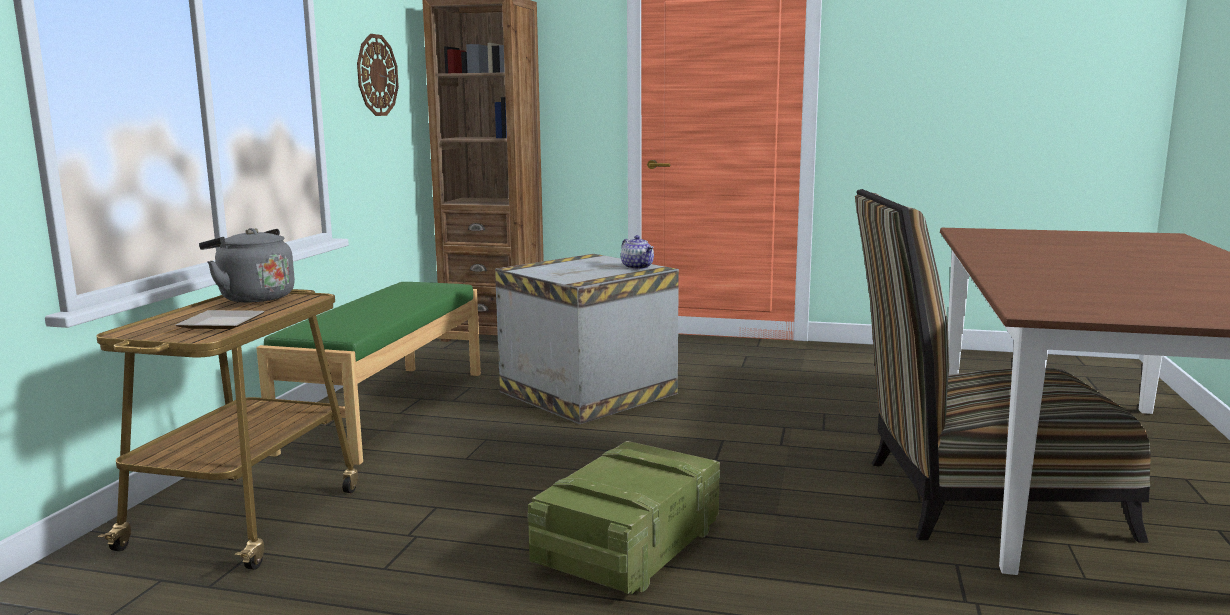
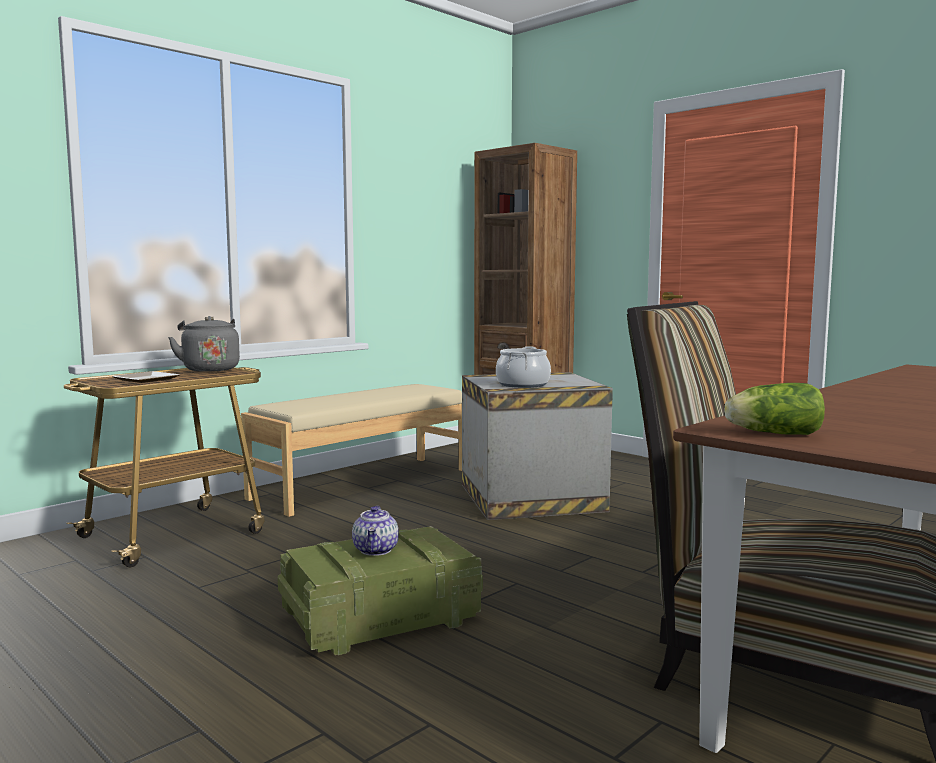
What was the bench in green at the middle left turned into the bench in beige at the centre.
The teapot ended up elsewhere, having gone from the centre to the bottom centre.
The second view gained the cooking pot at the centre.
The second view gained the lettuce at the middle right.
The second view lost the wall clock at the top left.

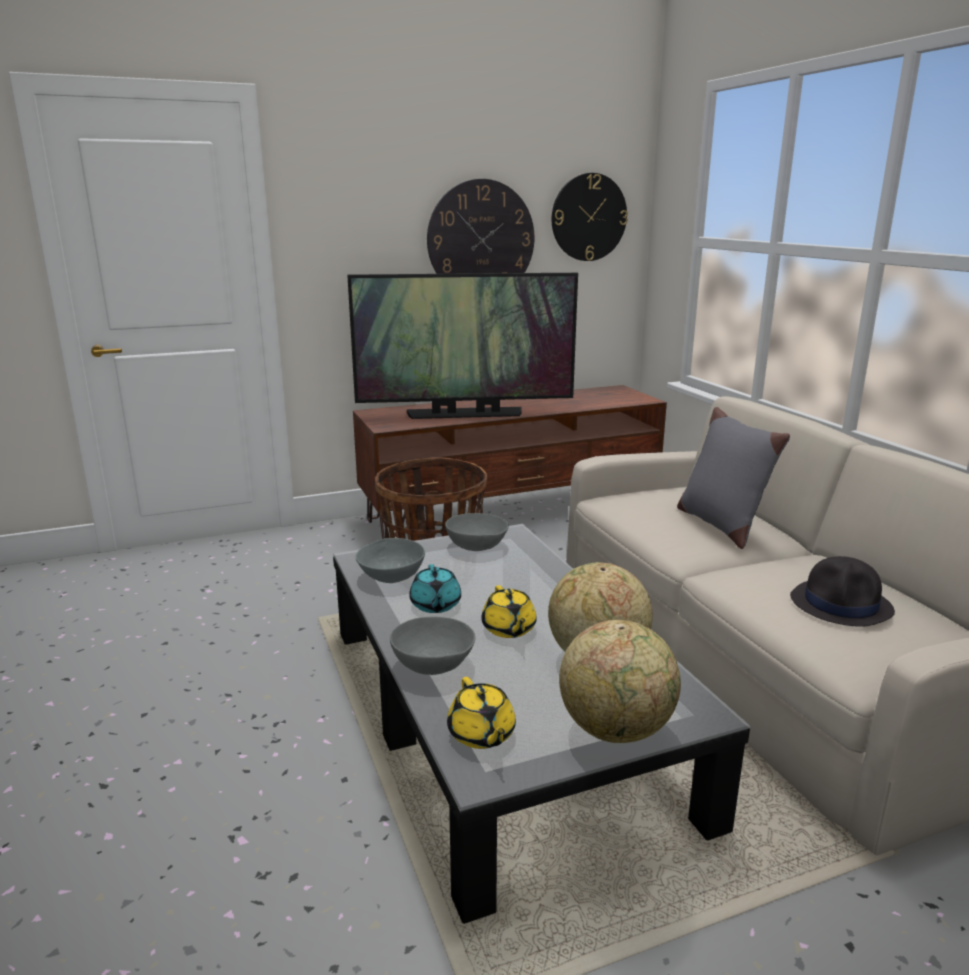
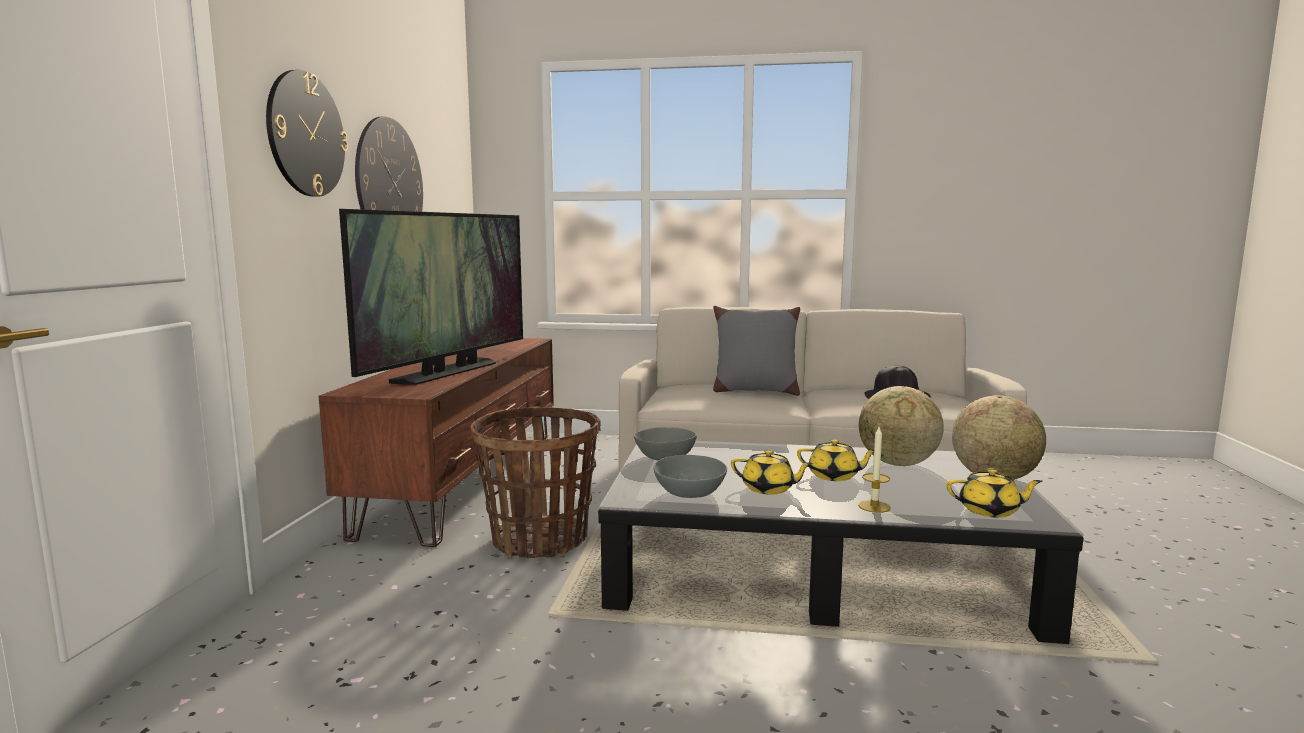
The wall clock (no. 2 from left in the first image) ended up elsewhere, having gone from the top centre to the top left.
What was the teapot in turquoise at the centre turned into the teapot in yellow (no. 1 from left) at the centre.
Where the bowl in grey (no. 2 from left) stood at the centre, the candle came to stand at the middle right.

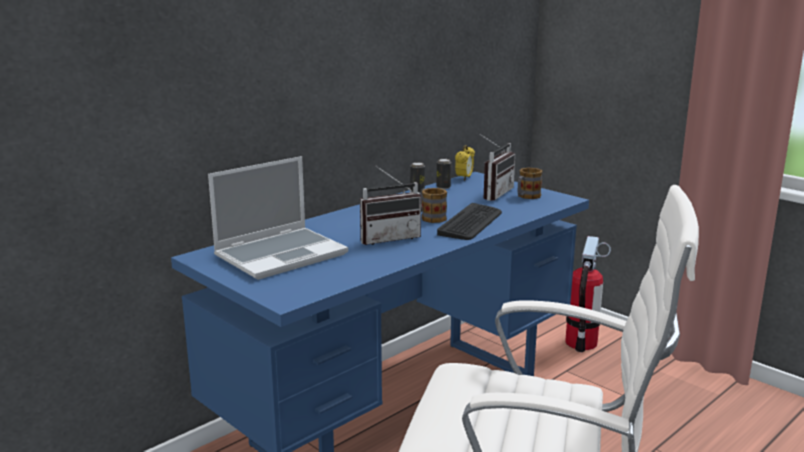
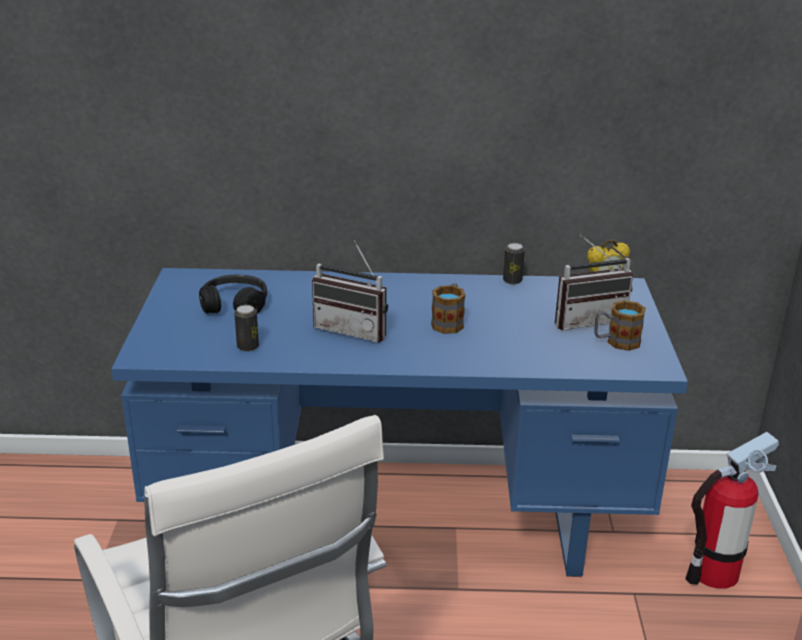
Where the laptop stood at the centre, the headphones in black came to stand at the middle left.
The can (no. 2 from left in the first image) ended up elsewhere, having gone from the centre to the middle left.
The second view lost the keyboard at the centre.

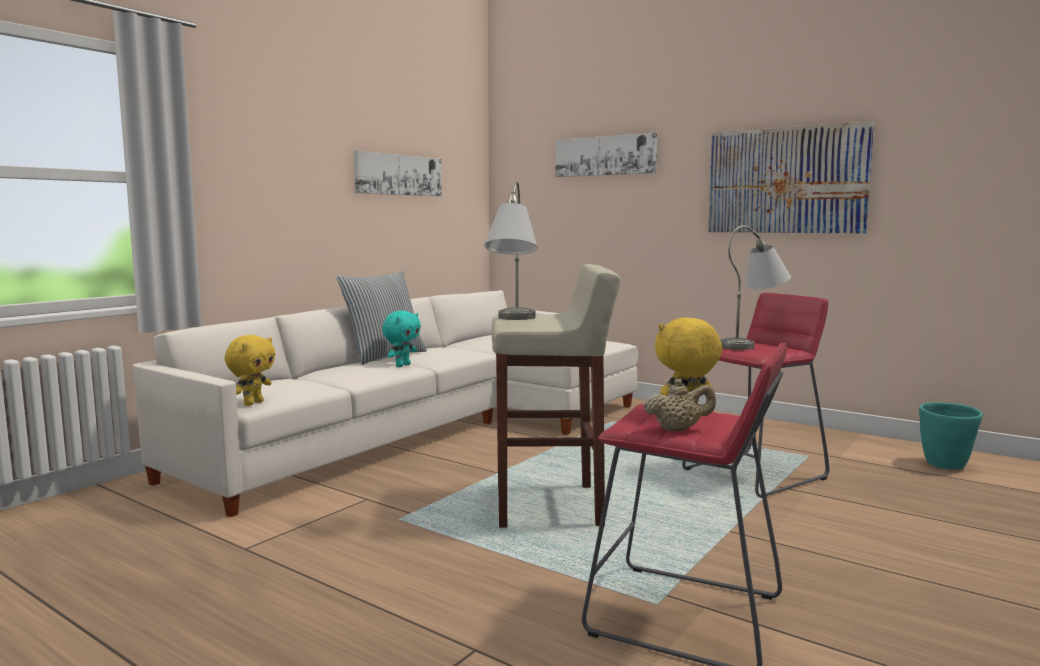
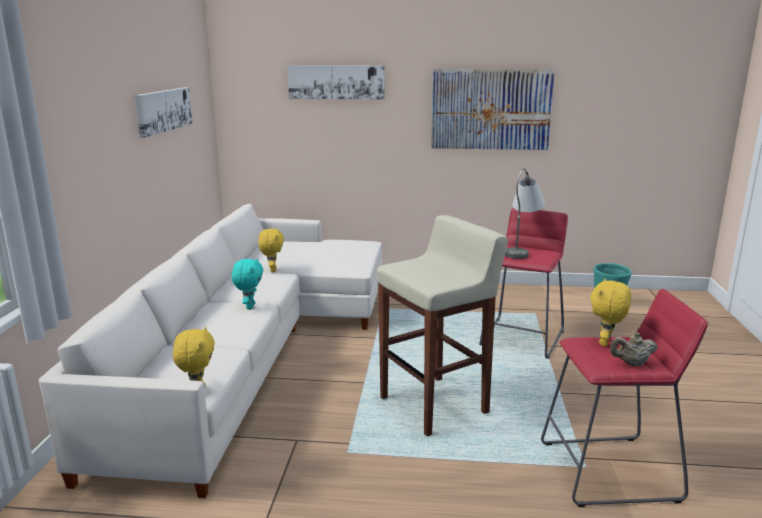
The second view gained the plush toy in yellow (no. 2 from left) at the centre.
The teapot in beige at the centre ended up facing another way, 150 degrees counterclockwise from before.
The second view lost the pillow at the centre.
The second view lost the table lamp in grey (no. 1 from left) at the centre.

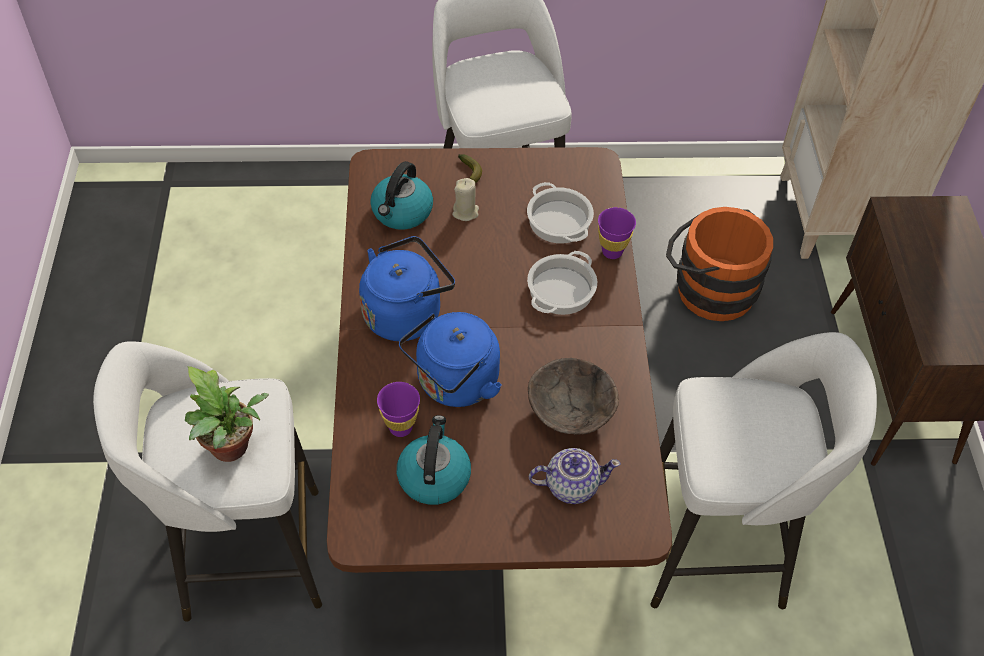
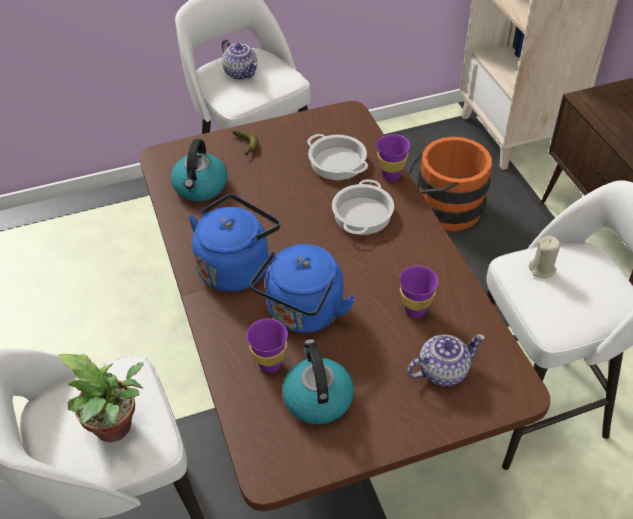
The second view gained the teapot (no. 1 from left) at the top centre.
Where the bowl in brown stood at the centre, the cup in purple (no. 3 from left) came to stand at the centre.
The candle in beige ended up elsewhere, having gone from the top centre to the middle right.

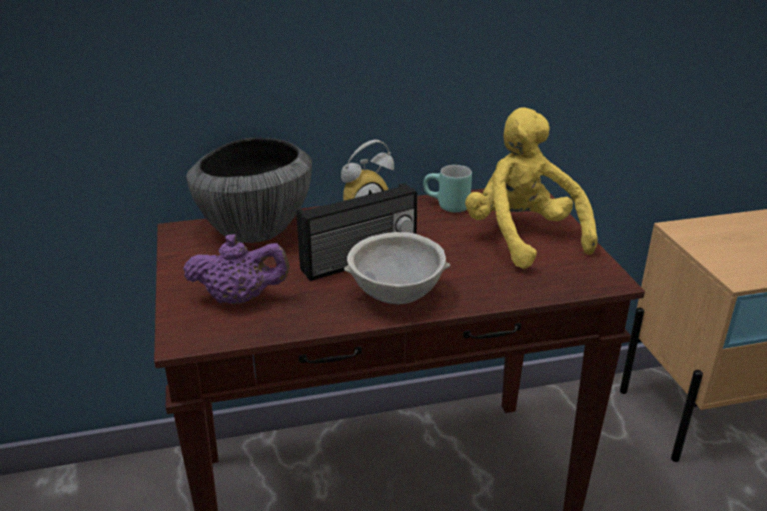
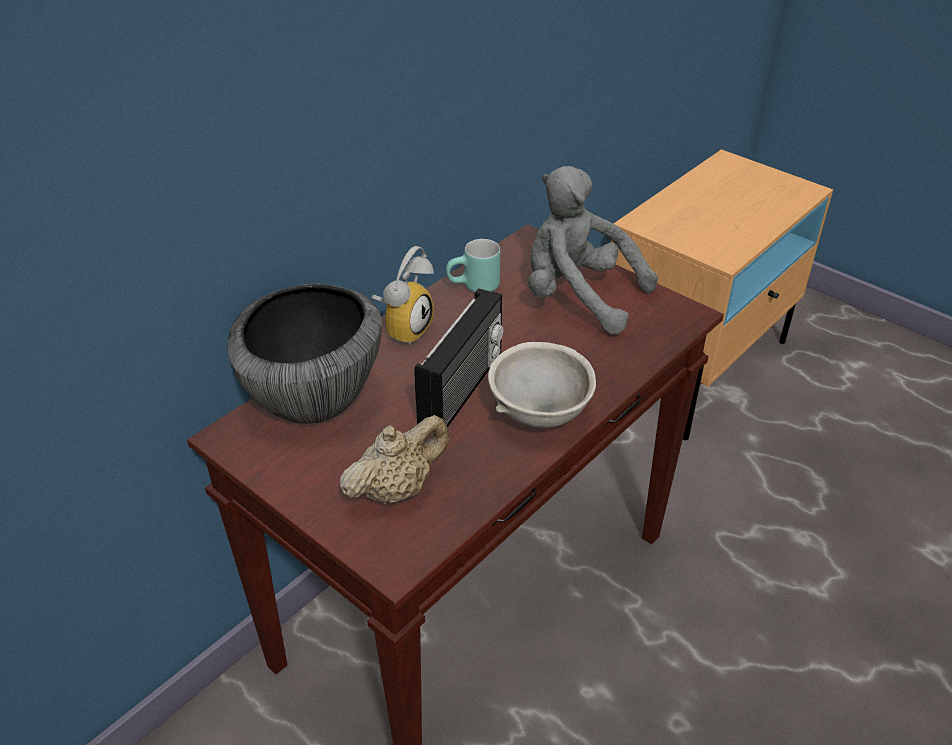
What was the teapot in purple at the middle left turned into the teapot in beige at the centre.
What was the plush toy in yellow at the middle right turned into the plush toy in grey at the centre.

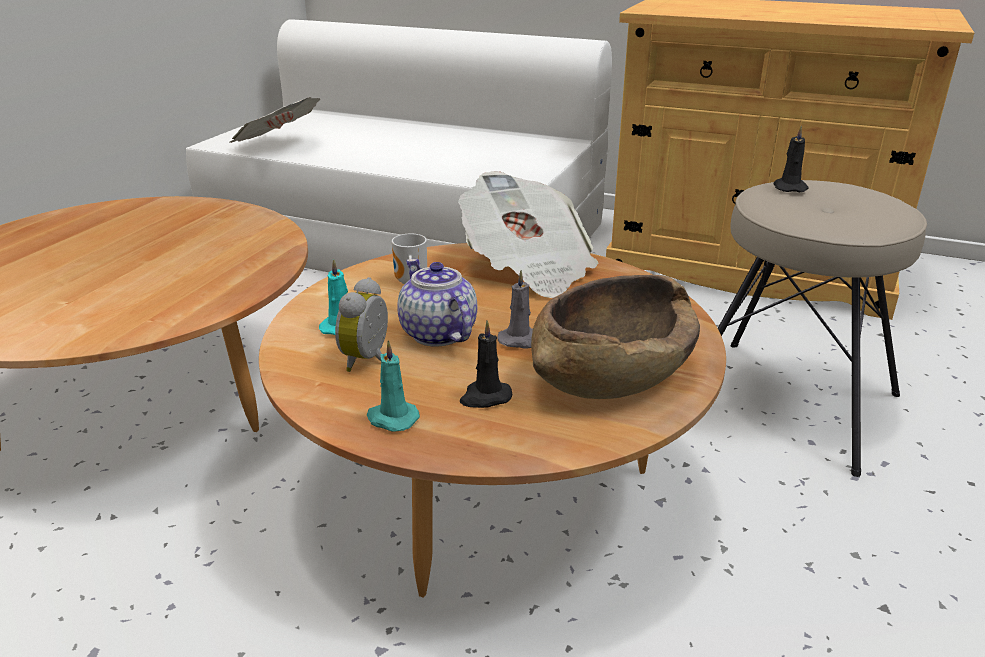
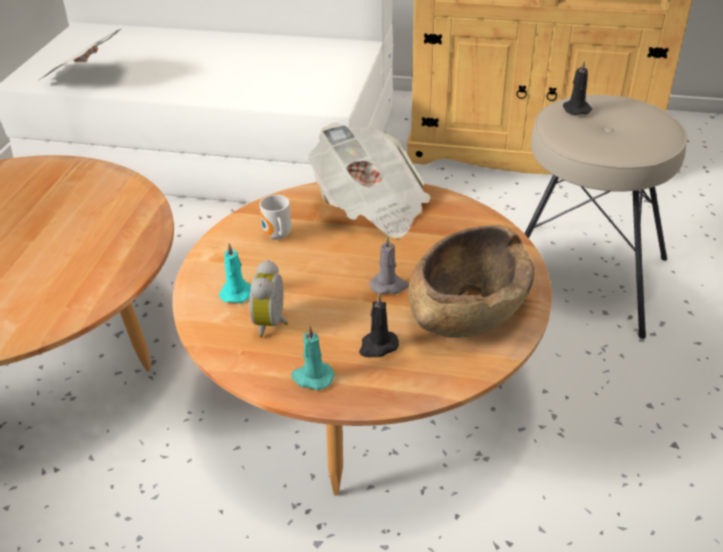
The second view lost the teapot at the centre.

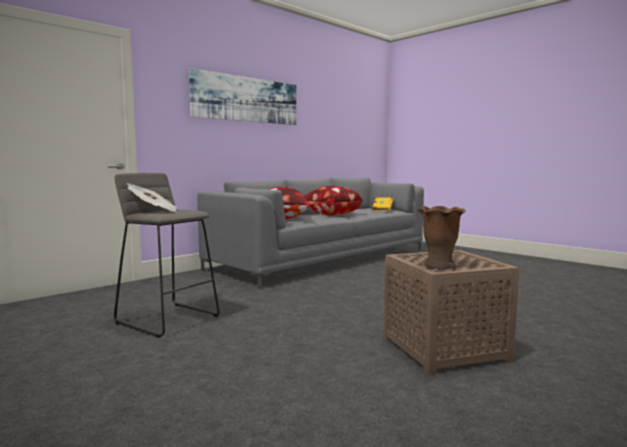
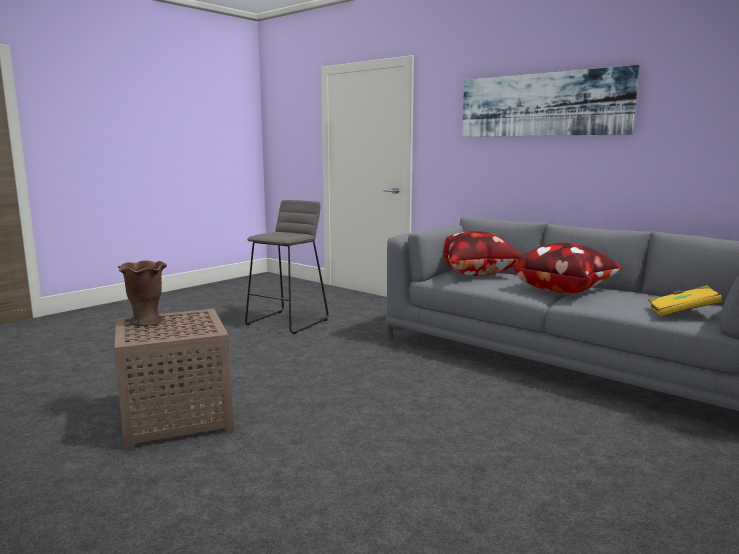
The second view lost the newspaper at the middle left.

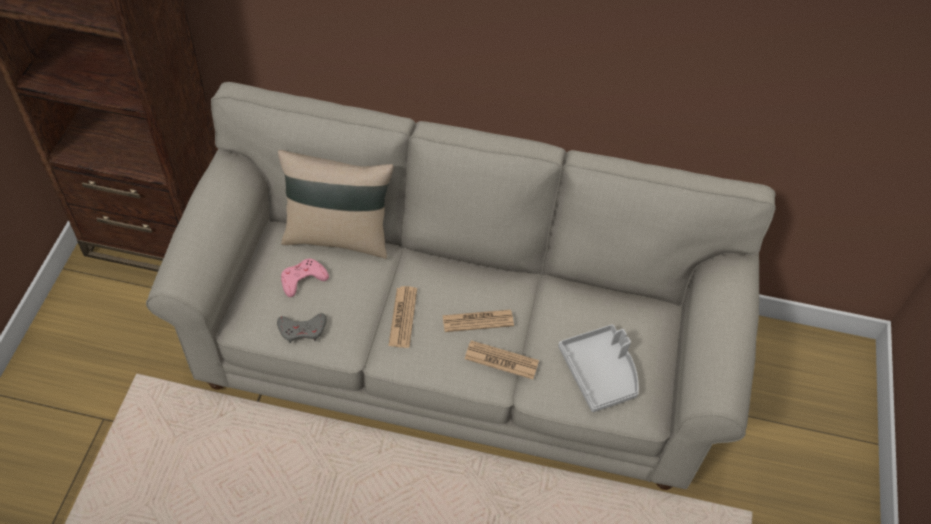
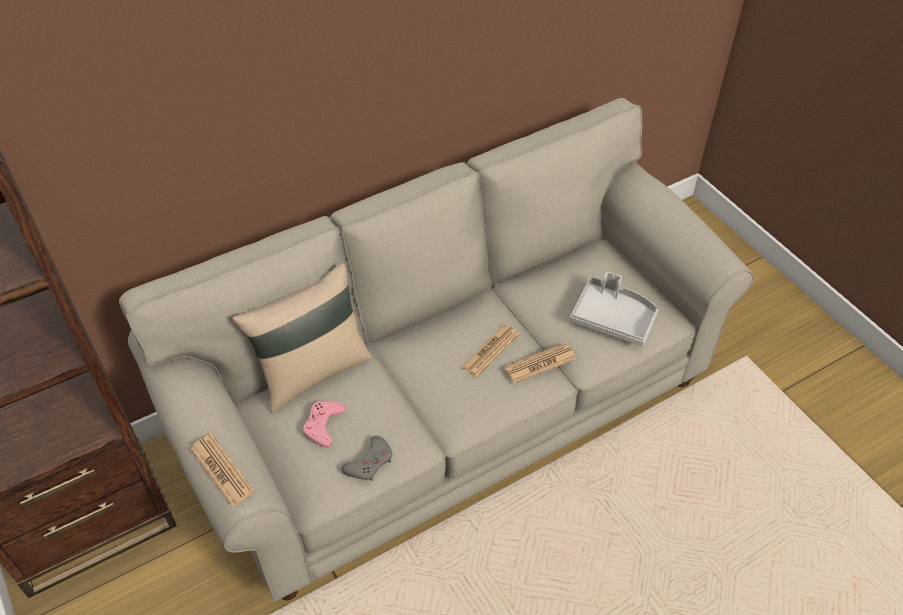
The newspaper (no. 1 from left) ended up elsewhere, having gone from the centre to the bottom left.

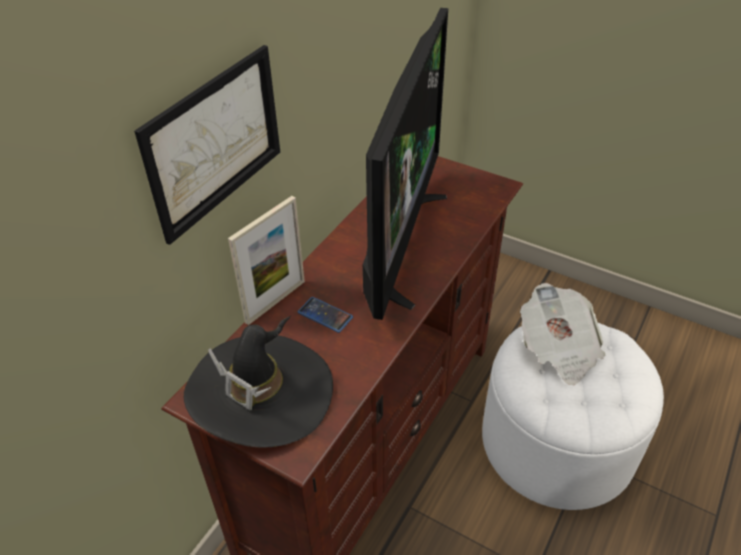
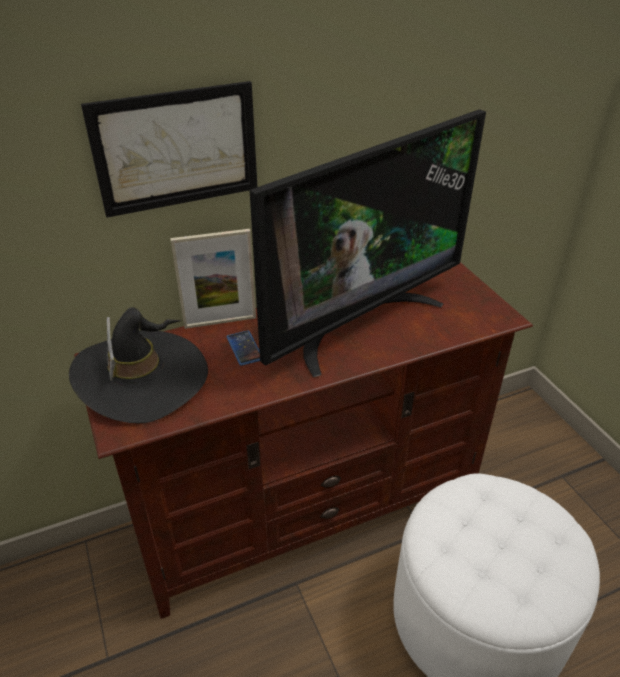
The second view lost the newspaper at the middle right.

